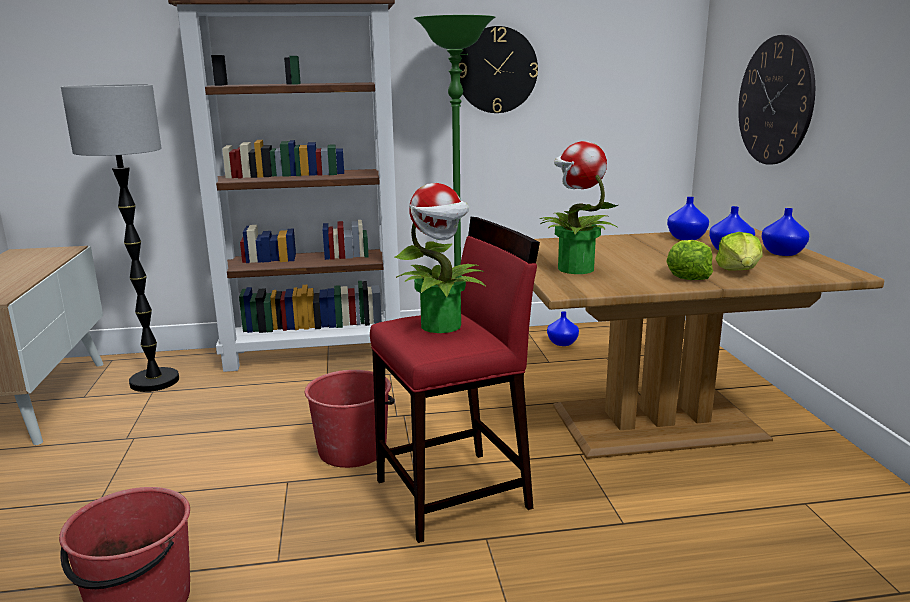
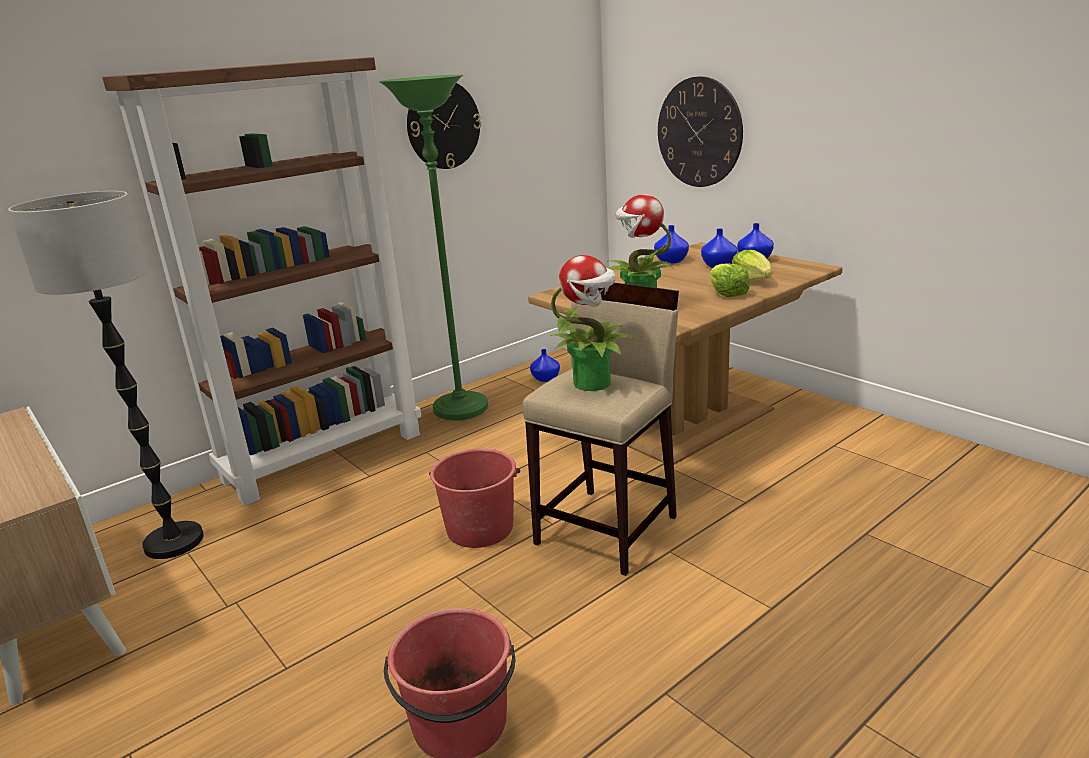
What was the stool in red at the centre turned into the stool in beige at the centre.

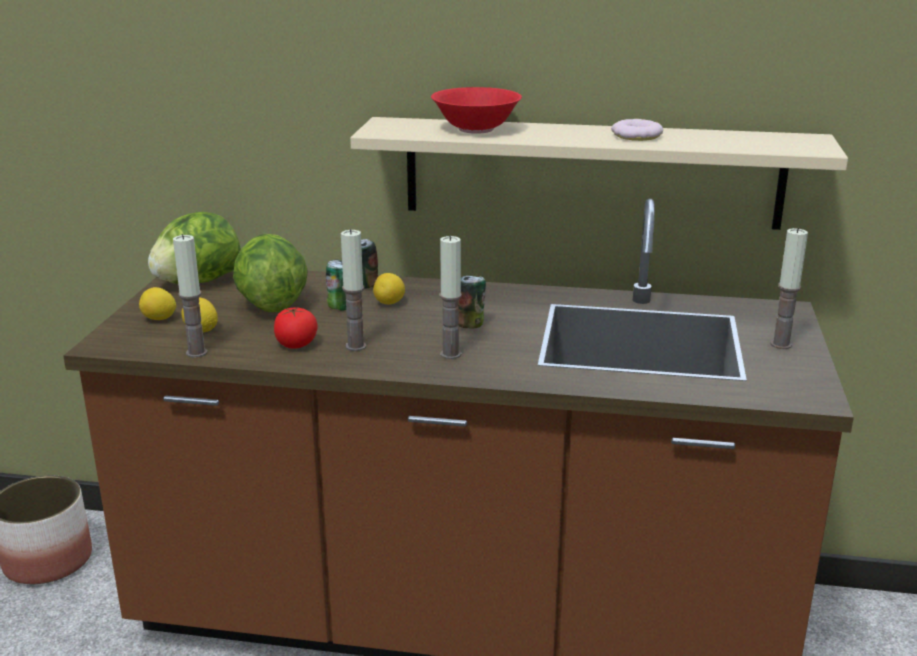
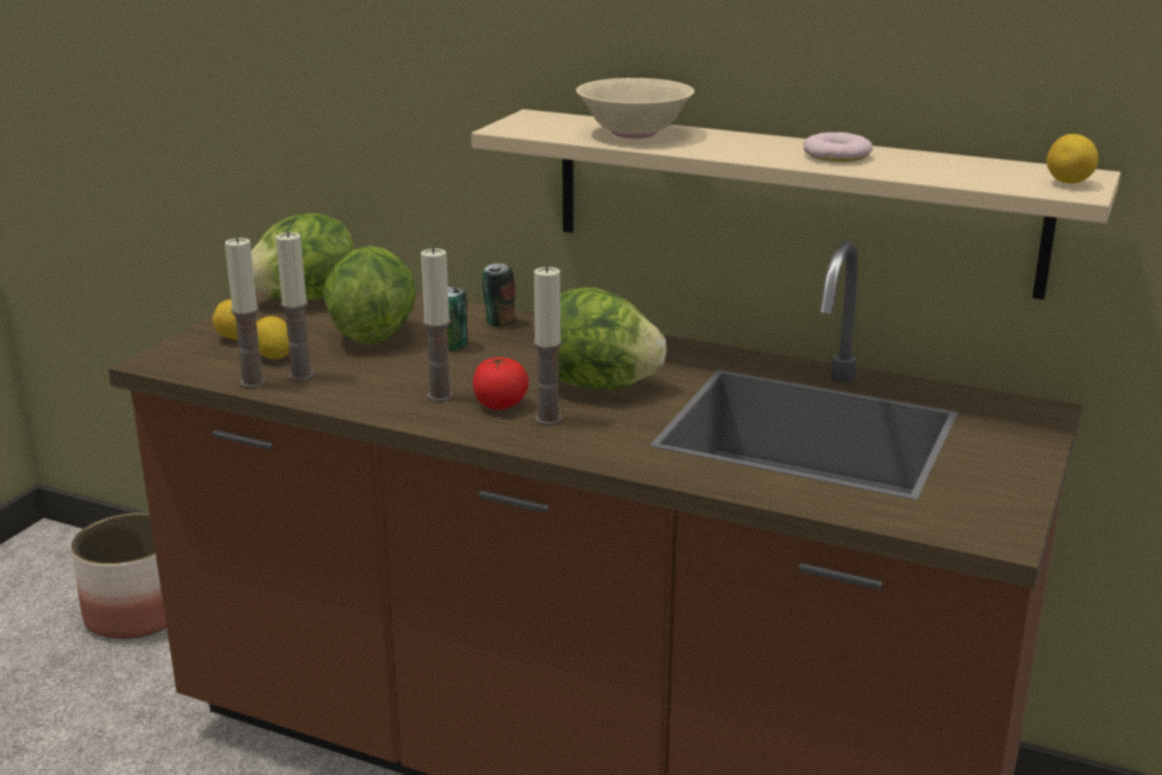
The candle (no. 4 from left in the first image) ended up elsewhere, having gone from the middle right to the middle left.
The tomato ended up elsewhere, having gone from the middle left to the centre.
Where the can (no. 3 from left) stood at the centre, the lettuce (no. 3 from left) came to stand at the centre.
What was the bowl in red at the top centre turned into the bowl in beige at the top centre.
The lemon (no. 3 from left) ended up elsewhere, having gone from the centre to the top right.

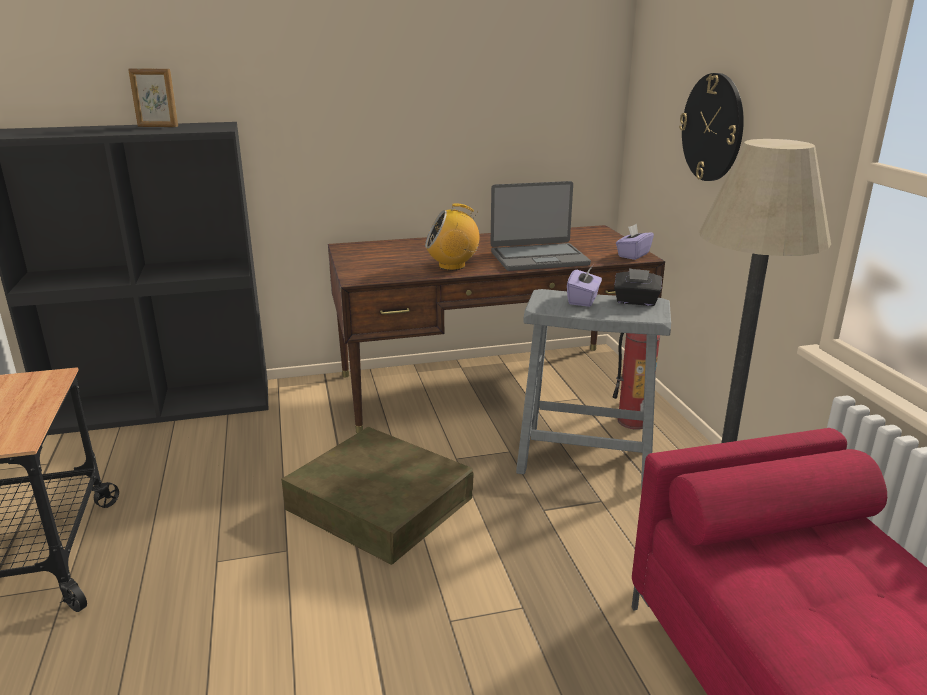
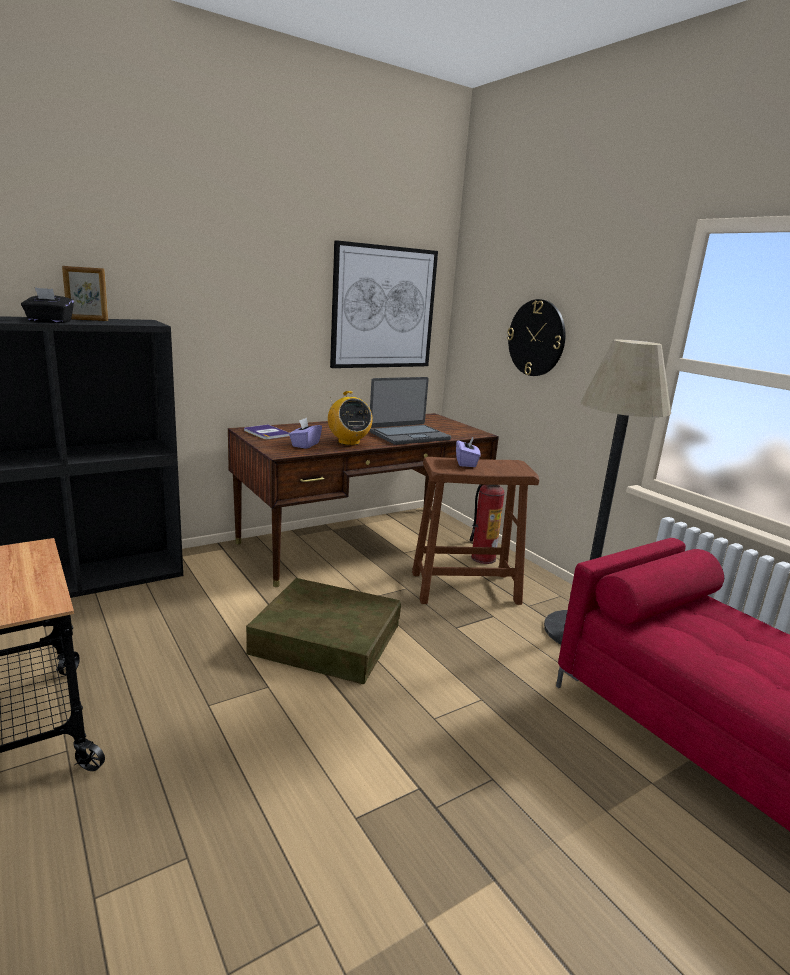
The tissue box in black ended up elsewhere, having gone from the middle right to the top left.
The second view gained the book at the centre.
The tissue box in purple (no. 2 from left in the first image) ended up elsewhere, having gone from the middle right to the centre.
The radio at the centre ended up facing another way, 90 degrees counterclockwise from before.
The second view gained the picture at the top centre.
What was the stool in grey at the centre turned into the stool in brown at the centre.

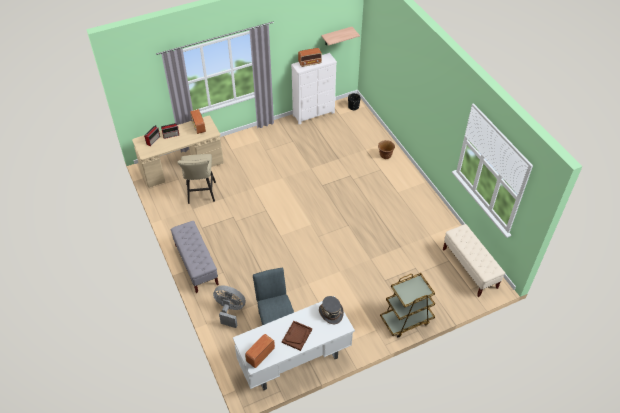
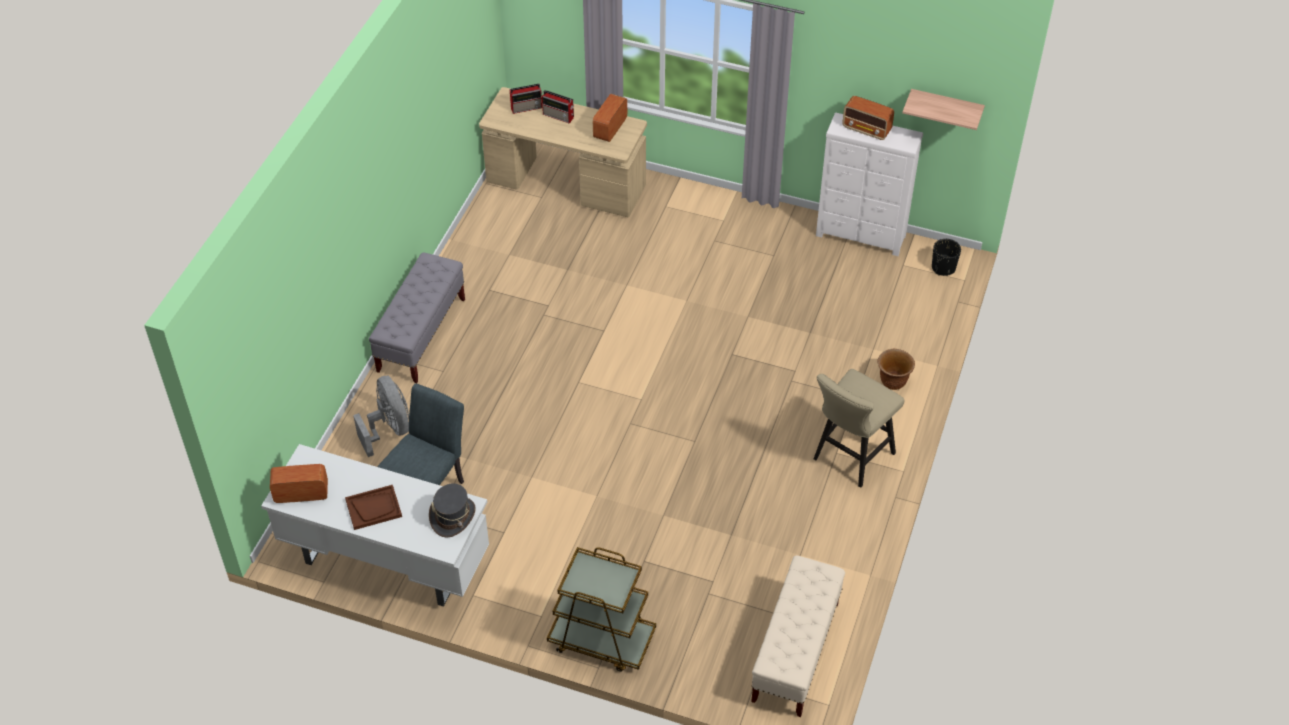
The stool in beige ended up elsewhere, having gone from the middle left to the centre.

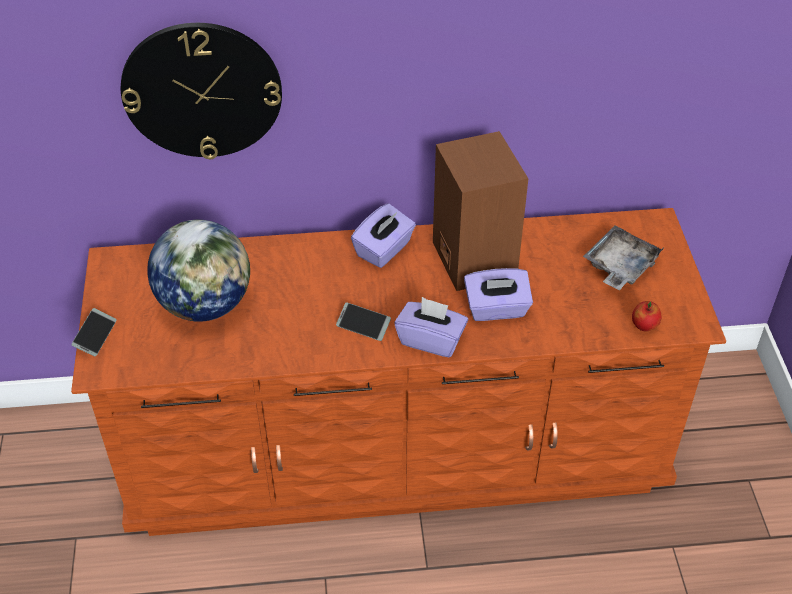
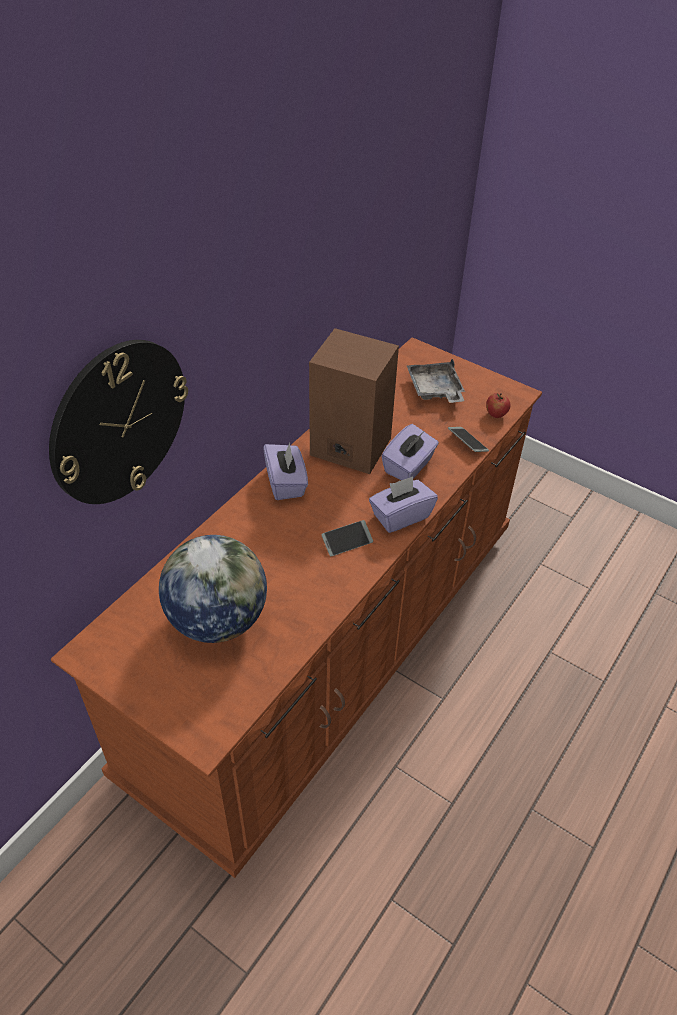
The phone (no. 1 from left in the first image) ended up elsewhere, having gone from the middle left to the middle right.

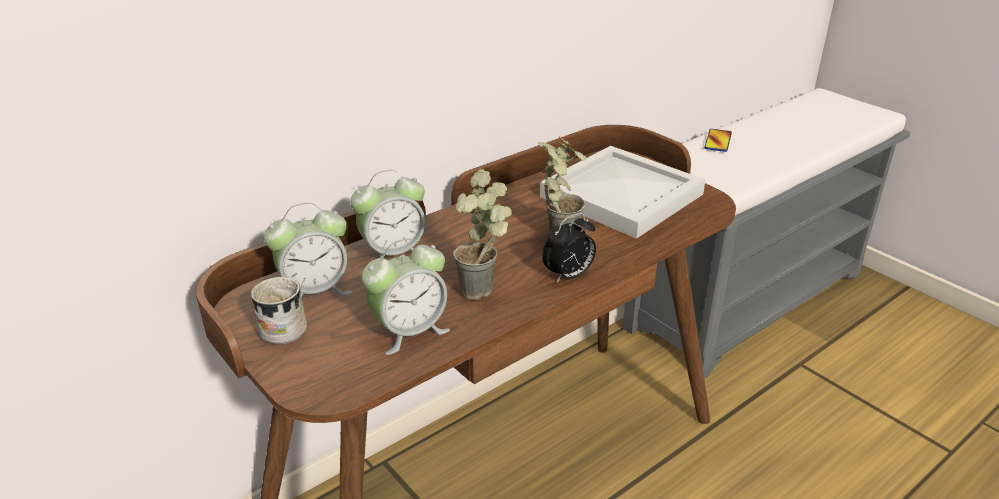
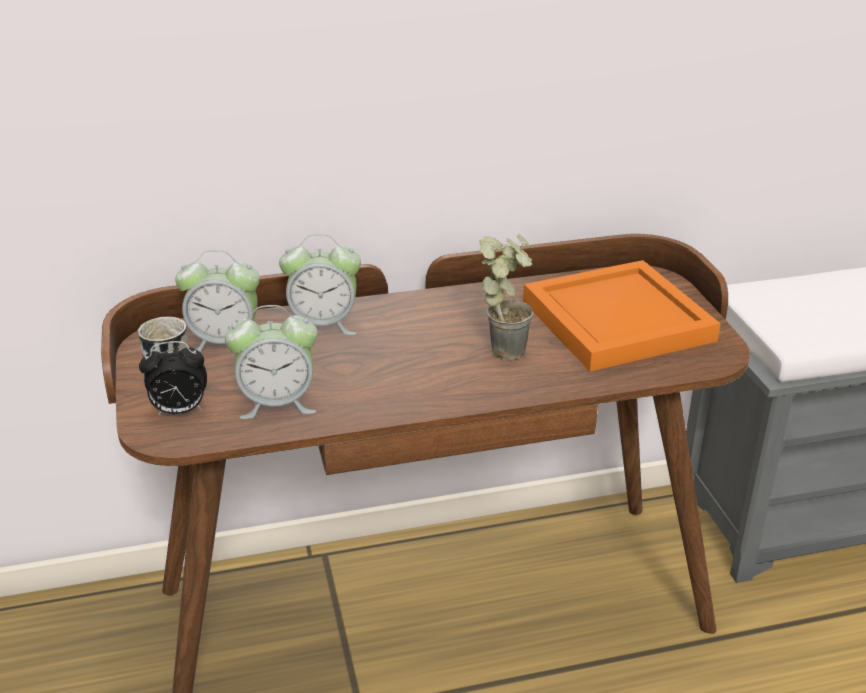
The alarm clock (no. 4 from left in the first image) ended up elsewhere, having gone from the centre to the middle left.
What was the tray in white at the centre turned into the tray in orange at the middle right.
The second view lost the potted plant (no. 1 from left) at the centre.
The second view lost the phone at the top right.

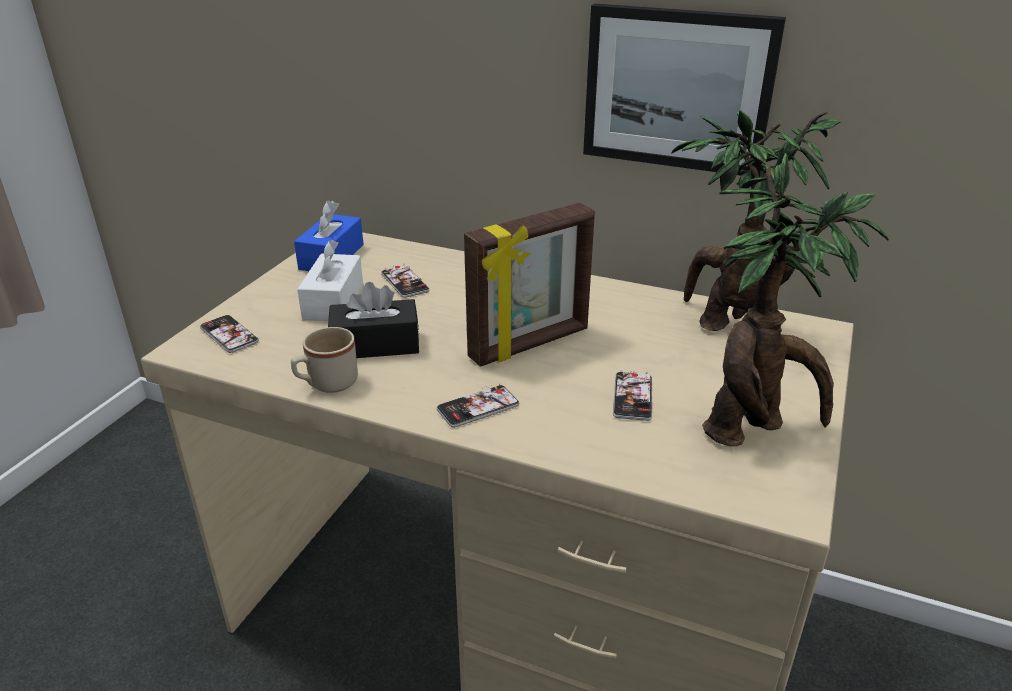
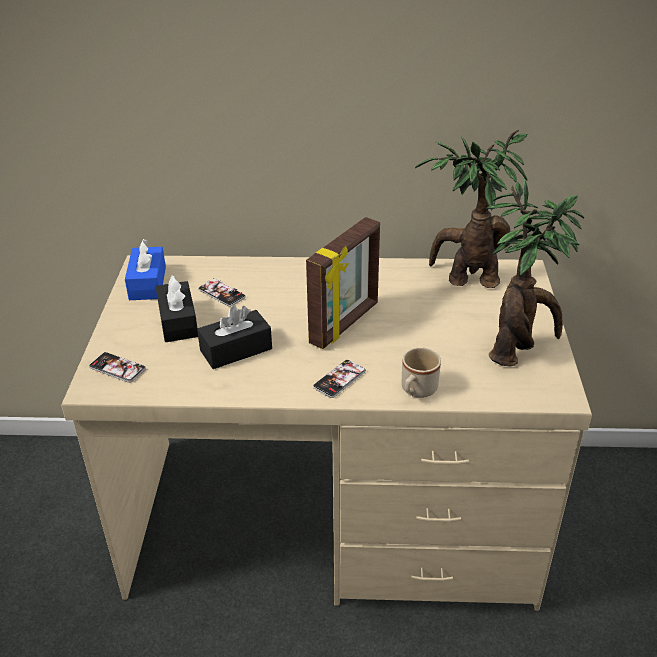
What was the tissue box in white at the middle left turned into the tissue box in black (no. 1 from left) at the middle left.
The mug in beige ended up elsewhere, having gone from the middle left to the centre.
The second view lost the picture at the top right.
The second view lost the phone (no. 4 from left) at the centre.

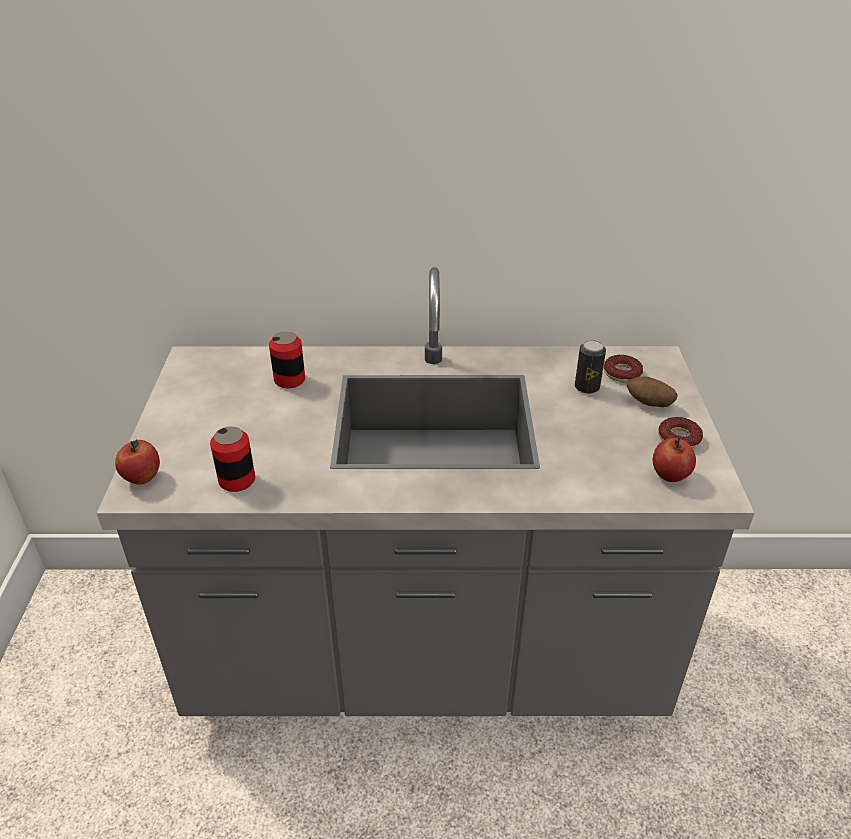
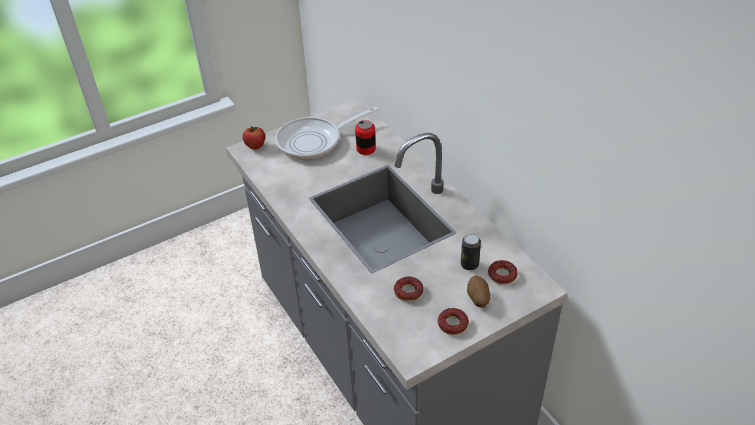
The second view gained the frying pan at the top centre.
The second view gained the donut (no. 1 from left) at the bottom centre.
The second view lost the can (no. 1 from left) at the middle left.
The second view lost the apple (no. 2 from left) at the middle right.

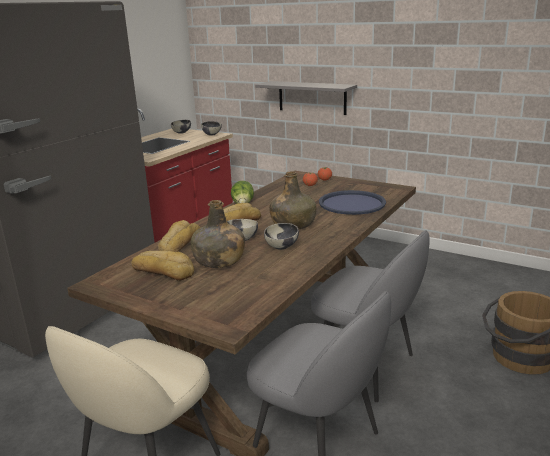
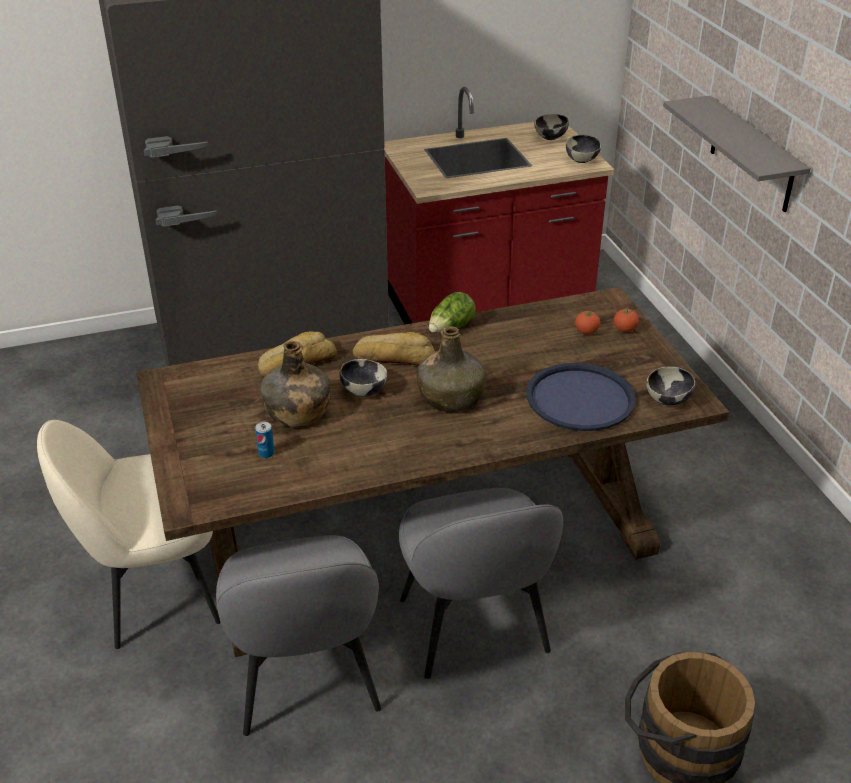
The second view gained the can at the middle left.
The bowl (no. 4 from left) ended up elsewhere, having gone from the centre to the middle right.
The second view lost the bread (no. 1 from left) at the middle left.

